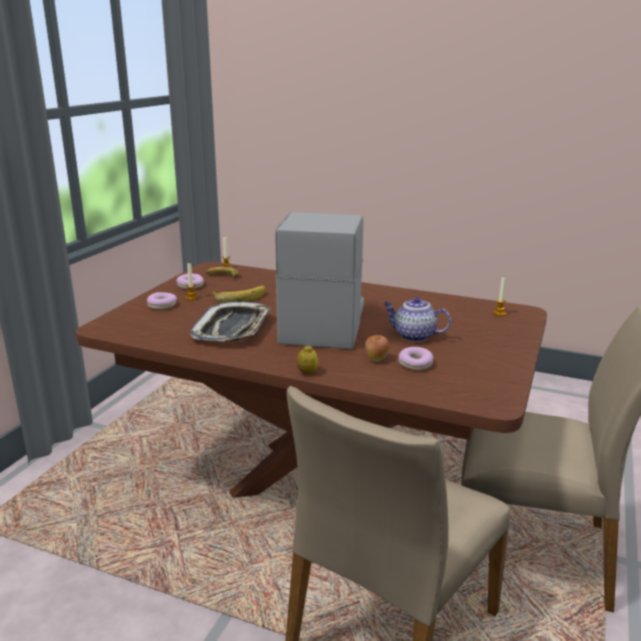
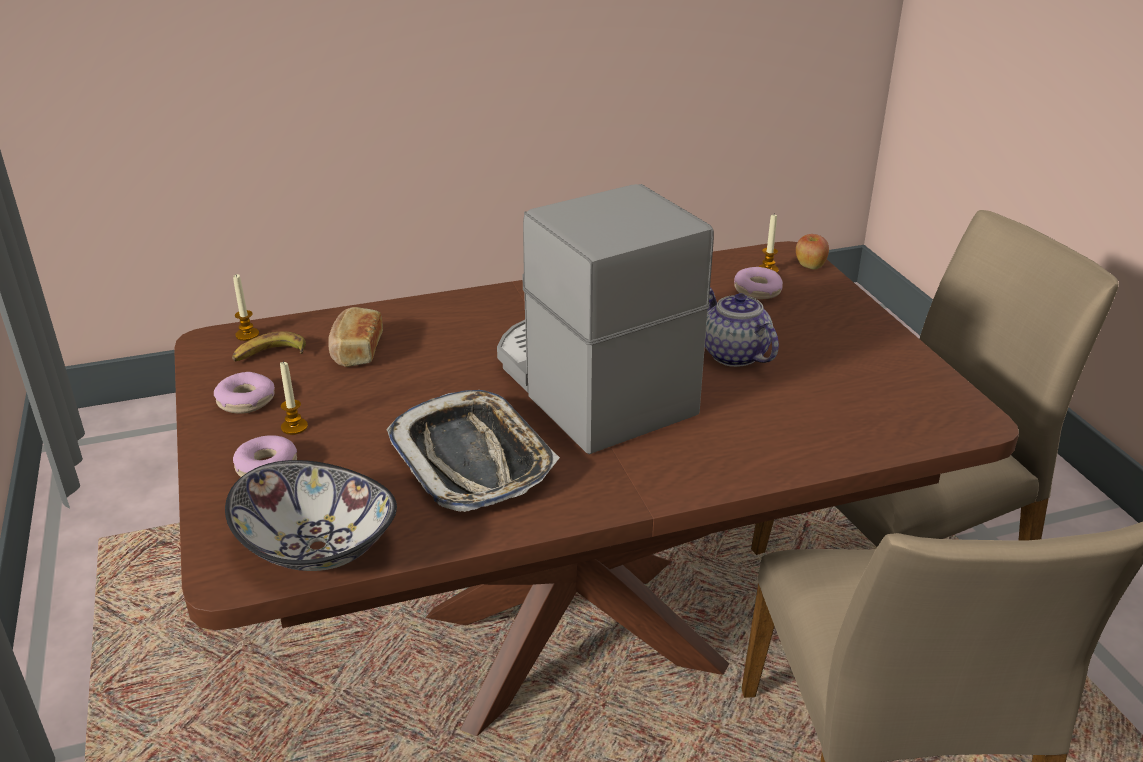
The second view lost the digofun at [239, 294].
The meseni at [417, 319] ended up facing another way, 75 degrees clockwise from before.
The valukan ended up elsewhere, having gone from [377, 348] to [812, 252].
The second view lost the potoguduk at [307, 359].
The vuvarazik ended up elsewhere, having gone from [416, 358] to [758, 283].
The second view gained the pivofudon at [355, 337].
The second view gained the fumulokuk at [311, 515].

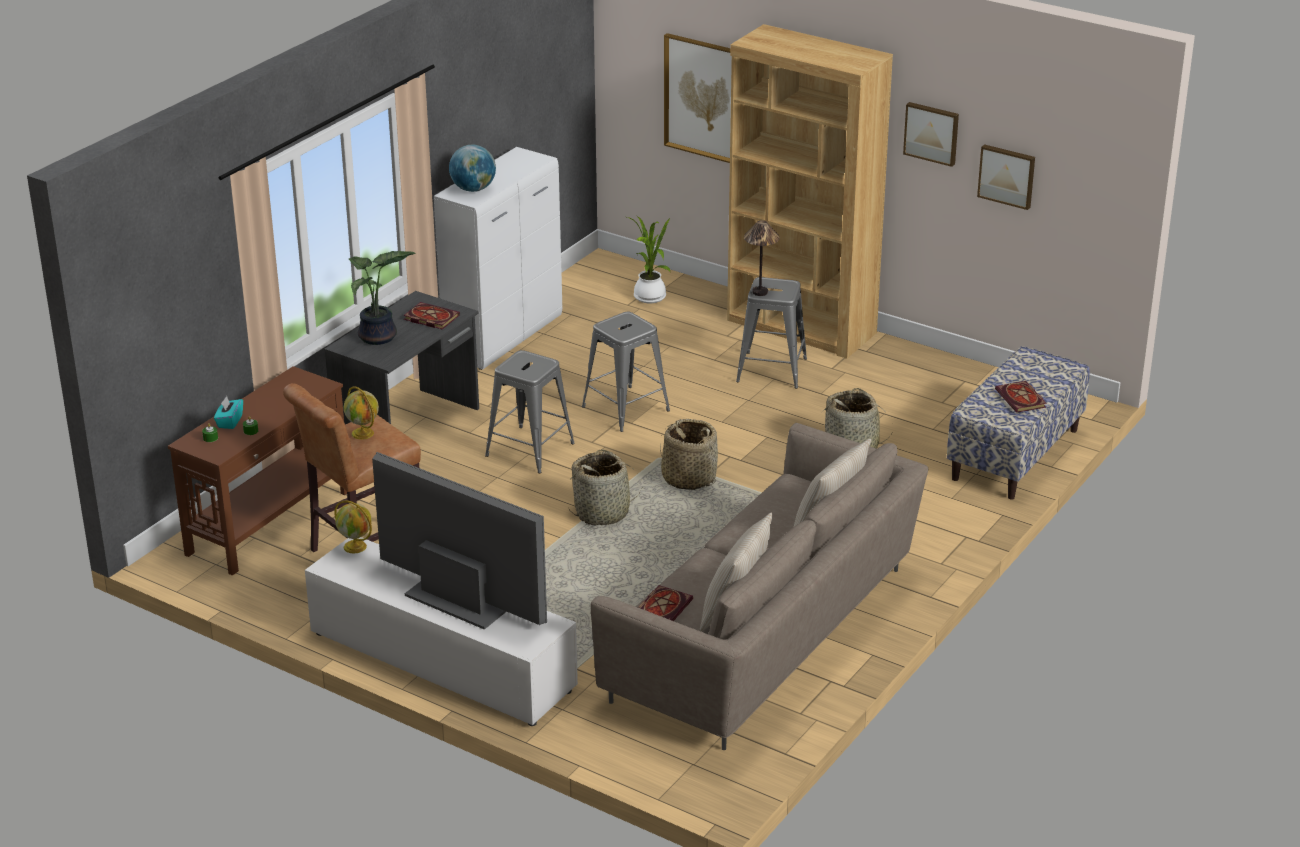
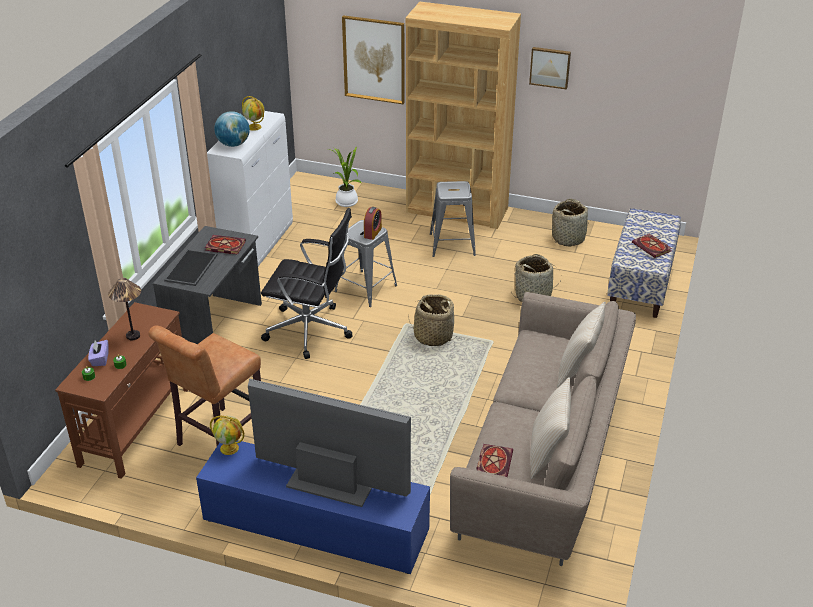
The second view lost the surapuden at [1006, 177].
The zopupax ended up elsewhere, having gone from [762, 258] to [124, 309].
Where the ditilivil stood at [382, 298], the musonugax came to stand at [191, 267].
Where the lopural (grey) stood at [530, 411], the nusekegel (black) came to stand at [306, 283].
The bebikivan ended up elsewhere, having gone from [361, 413] to [253, 113].
What was the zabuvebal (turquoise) at [228, 412] turned into the zabuvebal (purple) at [98, 353].
The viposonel ended up elsewhere, having gone from [604, 487] to [571, 223].
What was the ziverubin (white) at [441, 631] turned into the ziverubin (blue) at [313, 507].
The second view gained the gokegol at [373, 223].

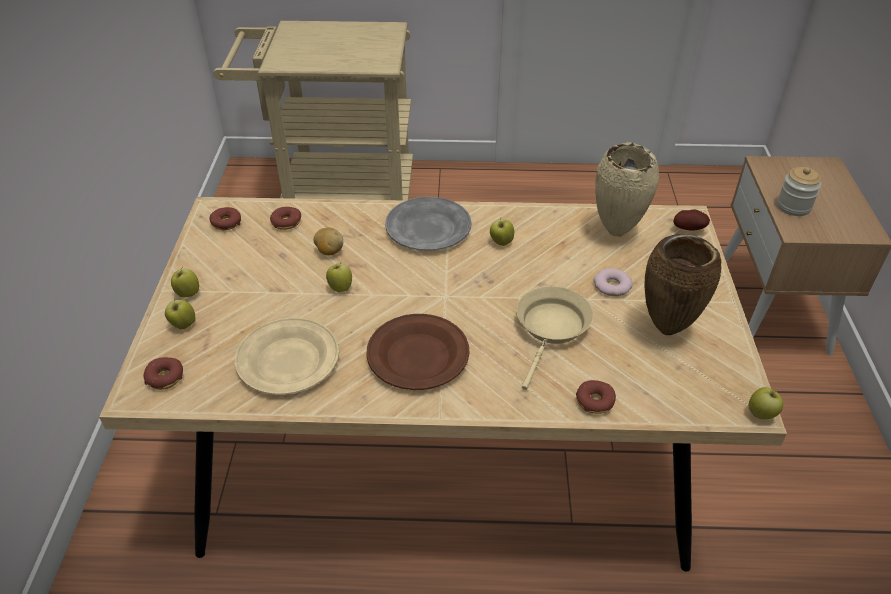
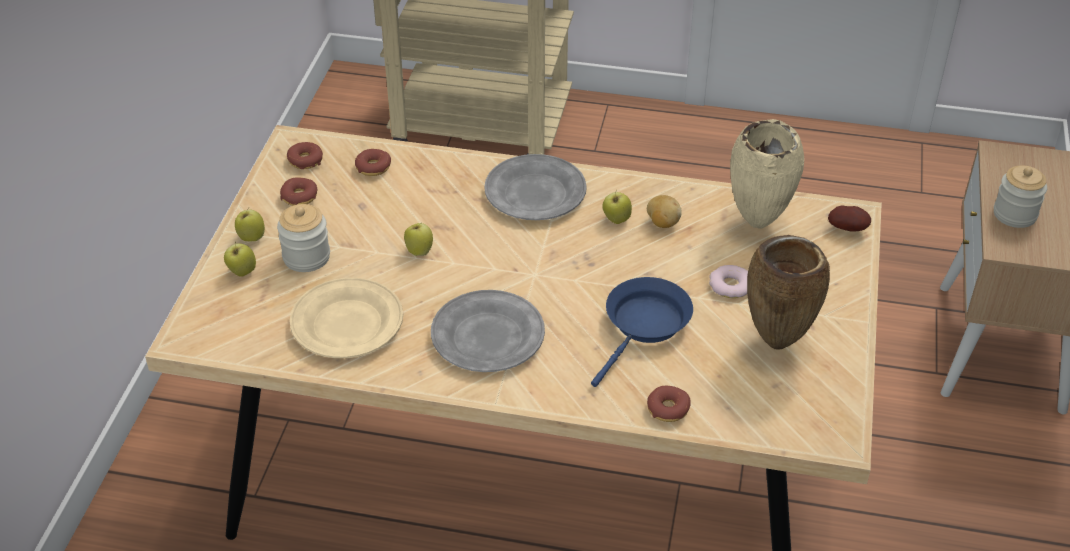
The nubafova ended up elsewhere, having gone from [328, 241] to [664, 211].
What was the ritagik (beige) at [555, 338] turned into the ritagik (blue) at [642, 332].
What was the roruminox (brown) at [417, 352] turned into the roruminox (grey) at [488, 331].
The vuvarazik ended up elsewhere, having gone from [163, 373] to [298, 191].
The second view lost the valukan at [766, 403].
The second view gained the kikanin at [303, 238].

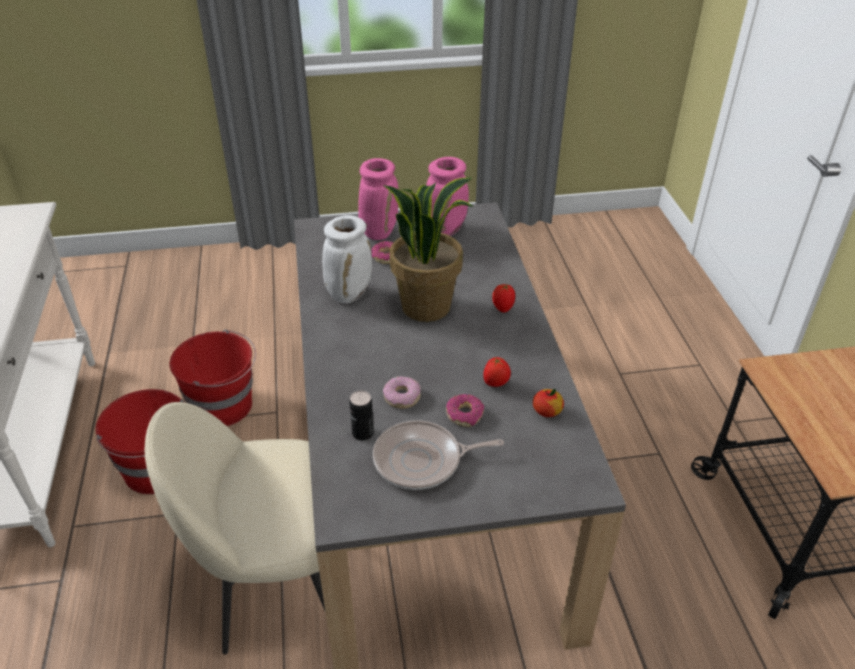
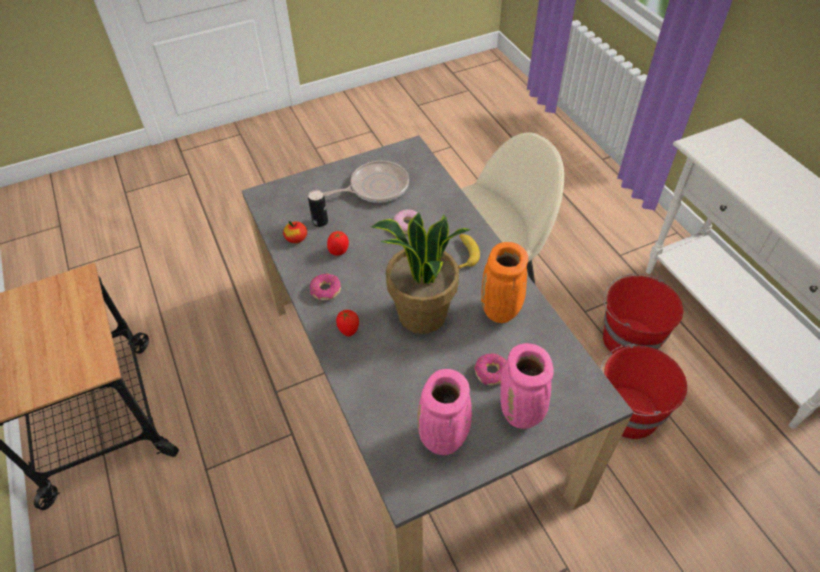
What was the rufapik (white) at [347, 259] turned into the rufapik (orange) at [504, 282].
The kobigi ended up elsewhere, having gone from [361, 416] to [318, 208].
The vuvarazik ended up elsewhere, having gone from [465, 410] to [325, 287].
The second view gained the digofun at [469, 251].

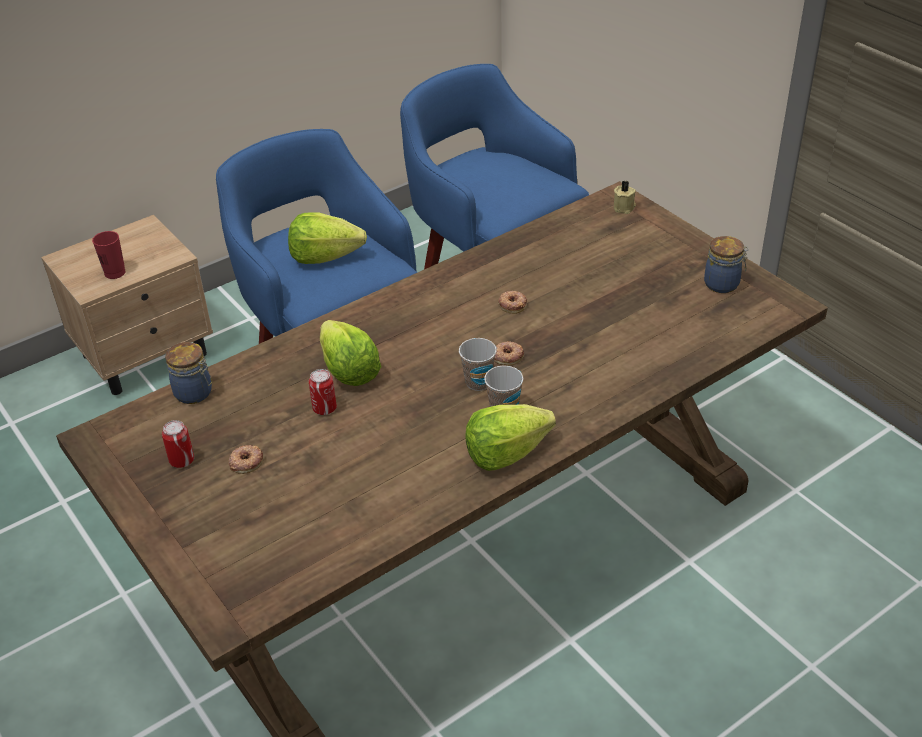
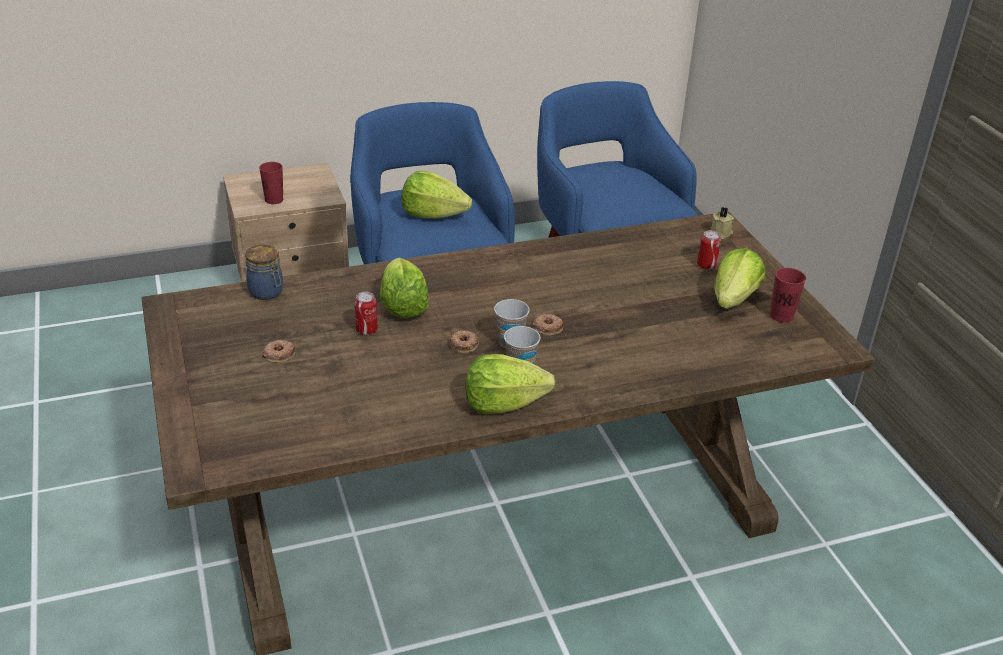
Where the kikanin stood at [726, 264], the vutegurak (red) came to stand at [788, 295].
The vuvarazik ended up elsewhere, having gone from [512, 302] to [464, 342].
The kobigi ended up elsewhere, having gone from [178, 444] to [709, 250].
The second view gained the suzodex at [739, 278].

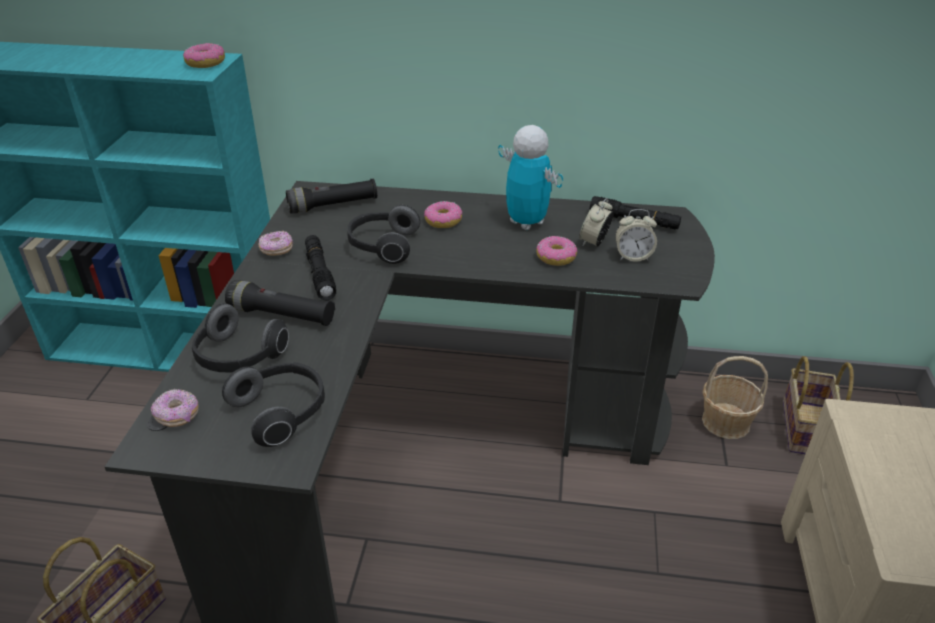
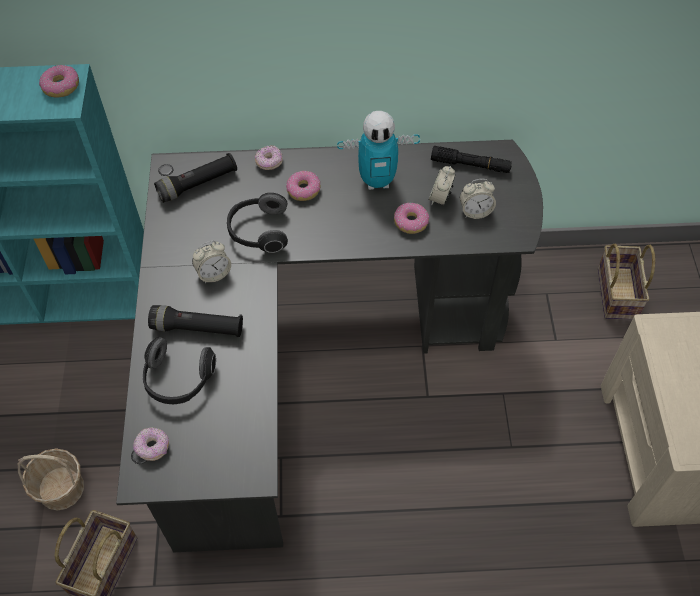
The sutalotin at [530, 177] ended up facing another way, 135 degrees clockwise from before.
The vuvarazik ended up elsewhere, having gone from [275, 243] to [269, 157].
Where the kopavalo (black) stood at [320, 267], the gokegol came to stand at [211, 262].
The viposonel ended up elsewhere, having gone from [735, 397] to [51, 479].
The second view lost the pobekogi at [273, 404].

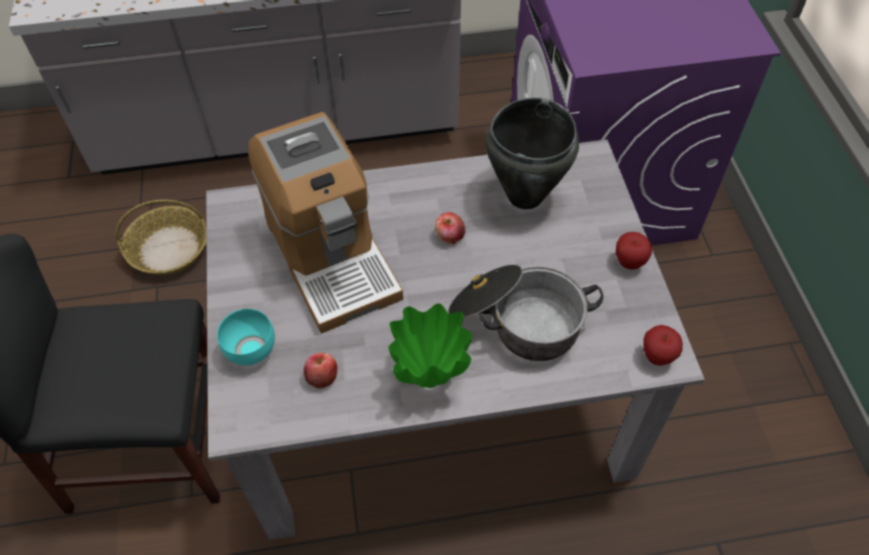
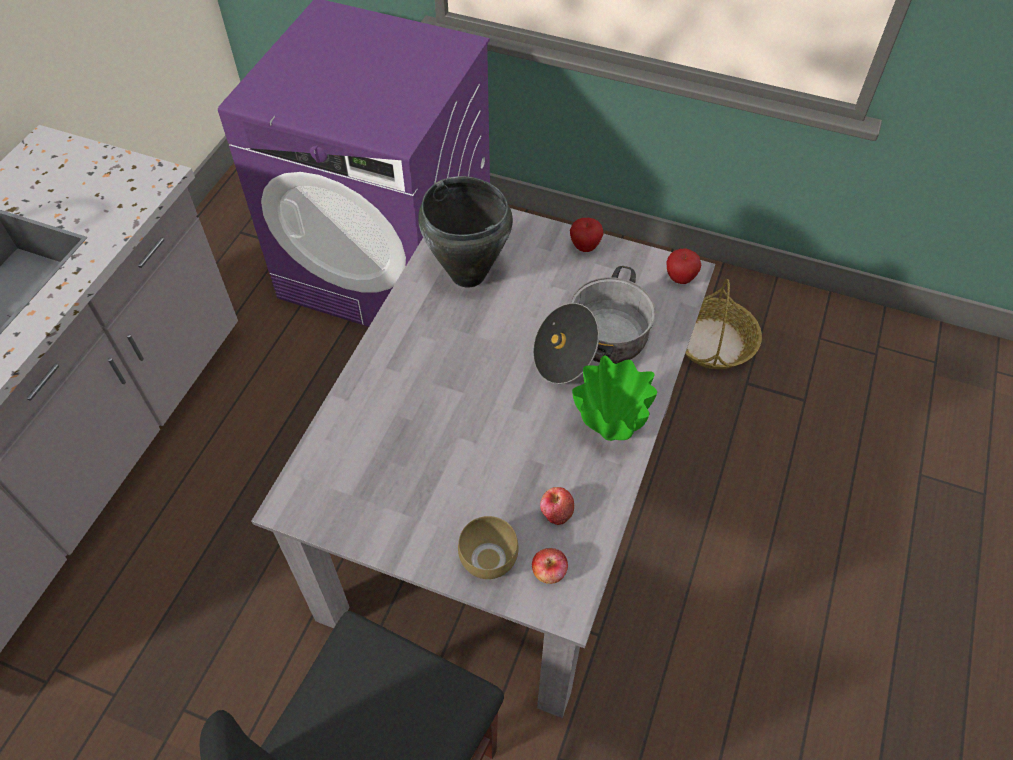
The second view lost the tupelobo at [325, 223].
The viposonel ended up elsewhere, having gone from [161, 237] to [723, 324].
The valukan ended up elsewhere, having gone from [450, 228] to [550, 566].
What was the fumulokuk (turquoise) at [246, 337] turned into the fumulokuk (brown) at [488, 547].

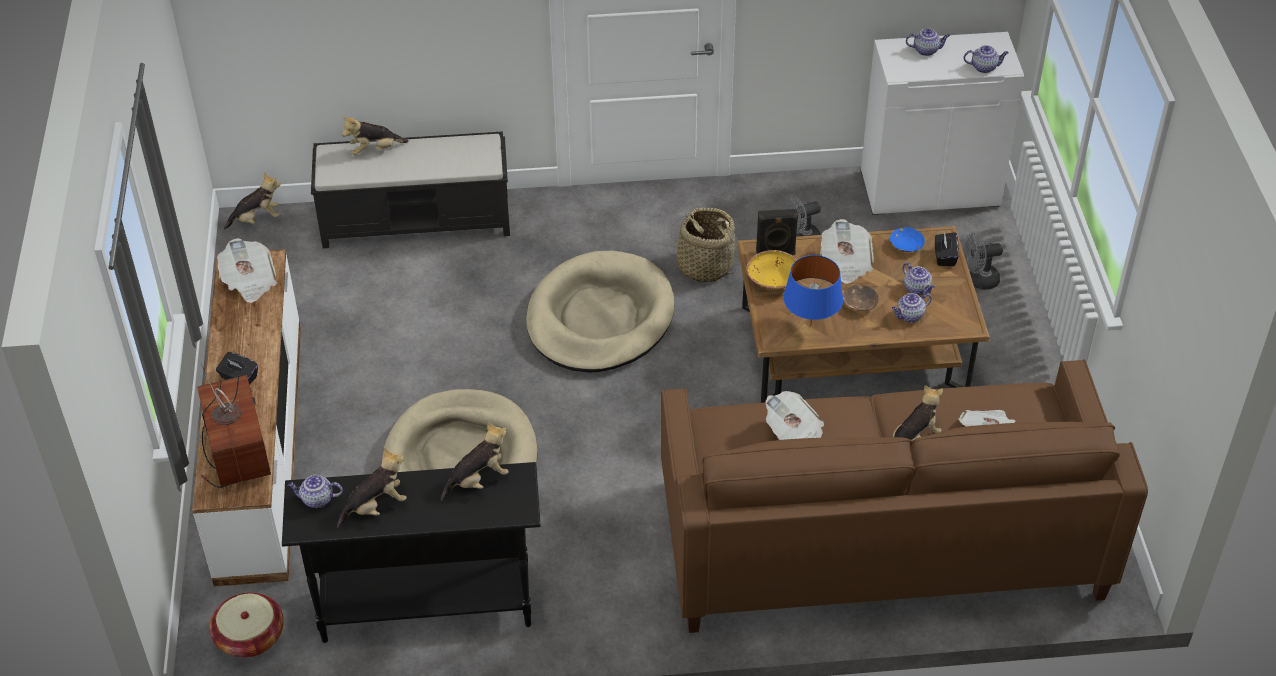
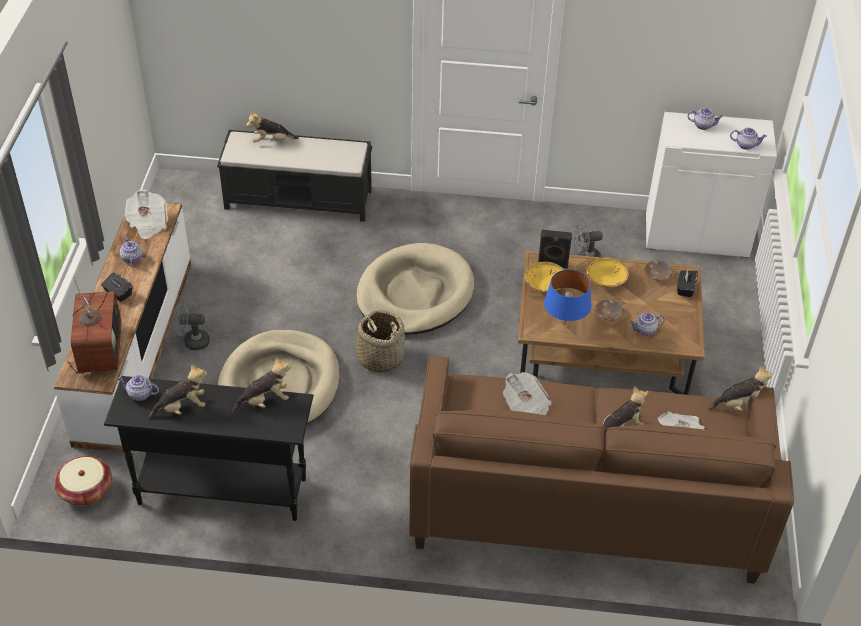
The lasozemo ended up elsewhere, having gone from [252, 201] to [740, 388].
The viposonel ended up elsewhere, having gone from [704, 244] to [380, 341].
Where the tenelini stood at [847, 251], the fumulokuk (yellow) came to stand at [607, 272].
What was the fumulokuk (blue) at [907, 239] turned into the fumulokuk (brown) at [658, 270].
The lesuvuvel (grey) ended up elsewhere, having gone from [983, 261] to [191, 326].
The meseni ended up elsewhere, having gone from [919, 278] to [131, 250].

